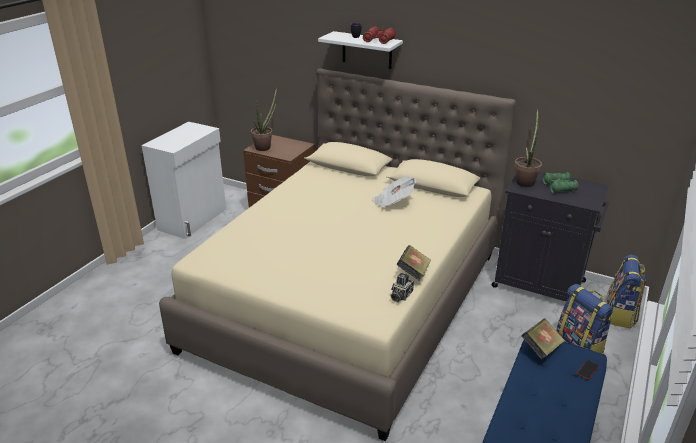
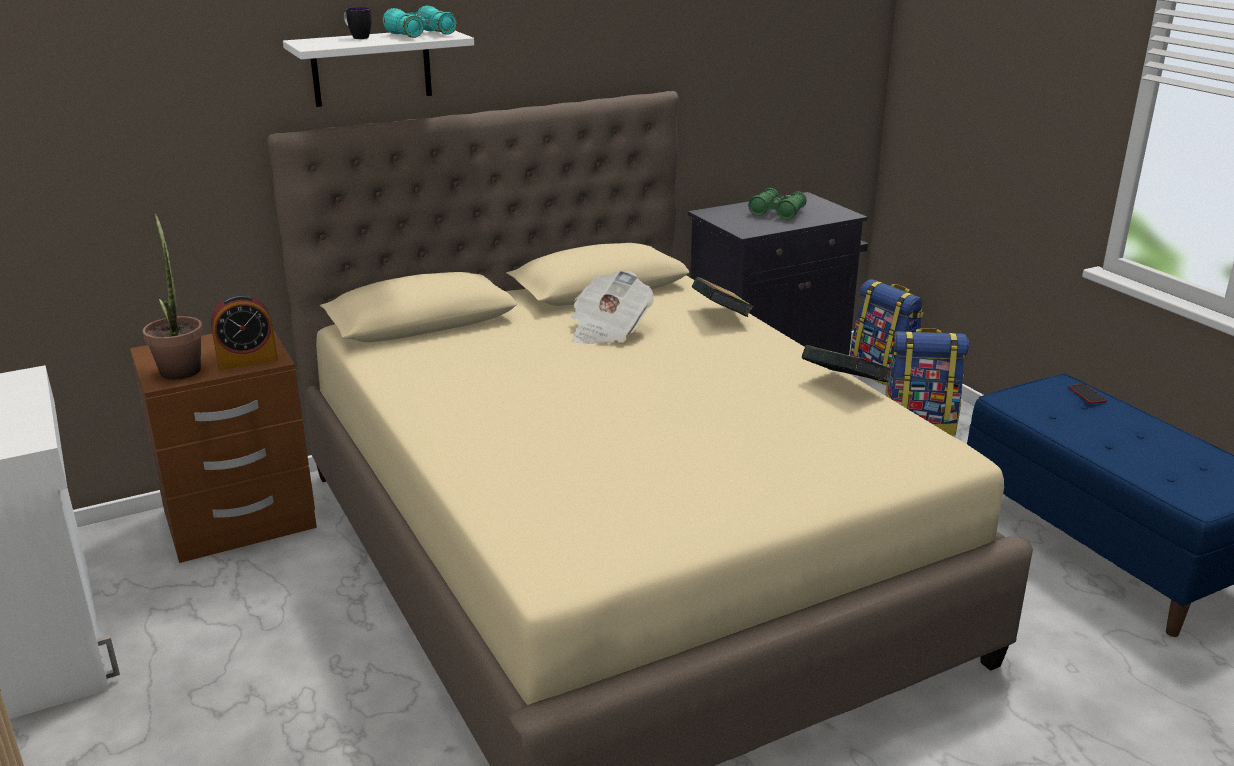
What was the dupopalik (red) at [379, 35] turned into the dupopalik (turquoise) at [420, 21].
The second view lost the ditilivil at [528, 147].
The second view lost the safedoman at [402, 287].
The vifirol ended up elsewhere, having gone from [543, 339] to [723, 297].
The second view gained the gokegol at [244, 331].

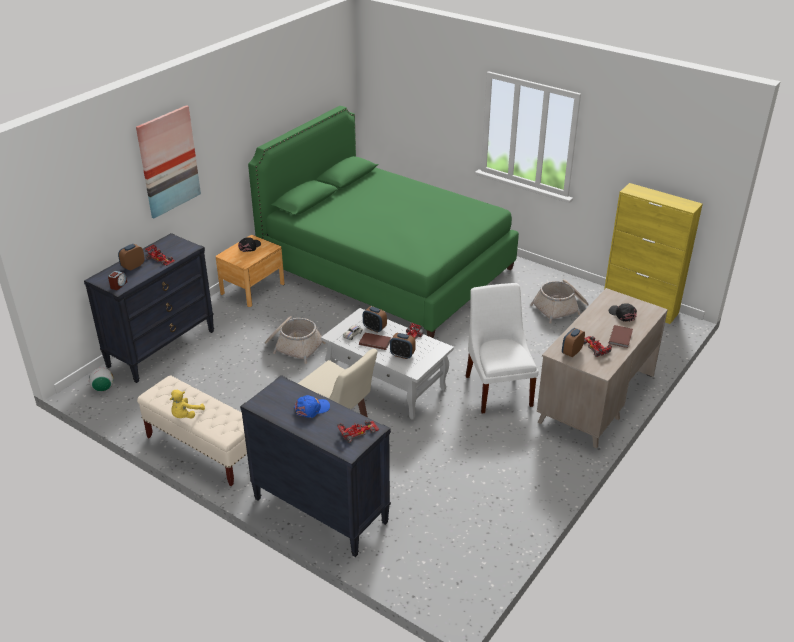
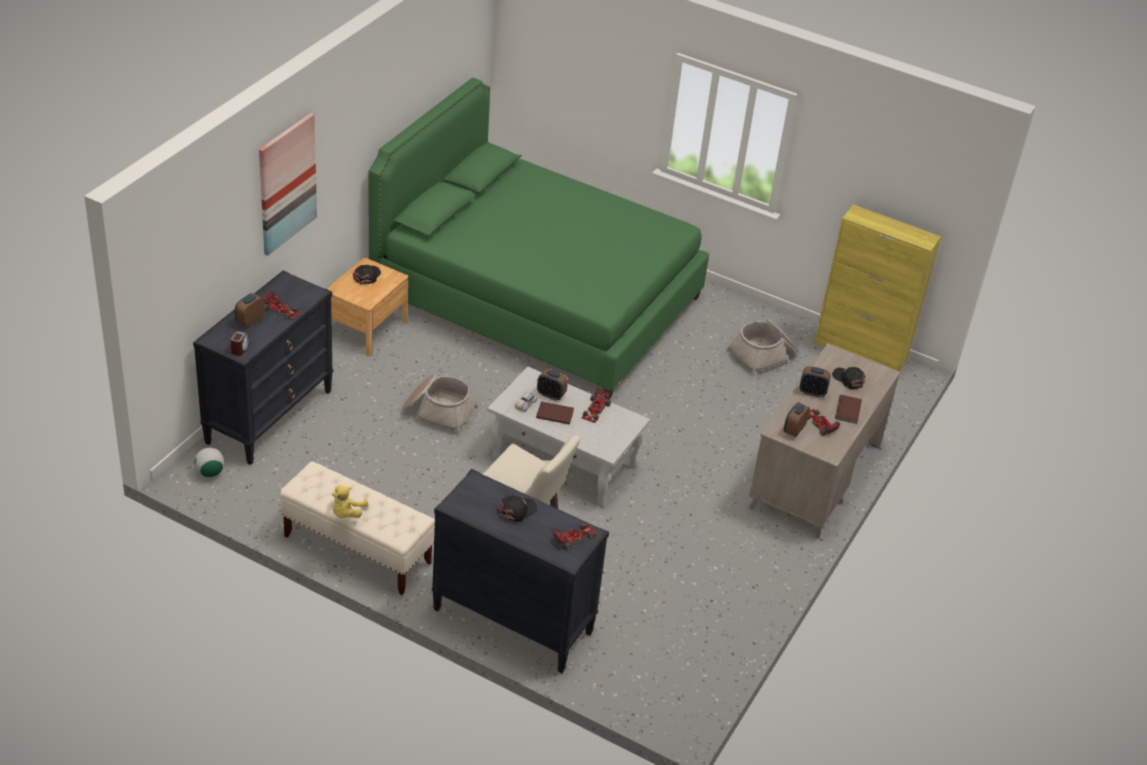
The second view lost the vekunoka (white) at [502, 348].
The gokegol ended up elsewhere, having gone from [403, 346] to [815, 381].
What was the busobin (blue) at [312, 406] turned into the busobin (black) at [517, 508].

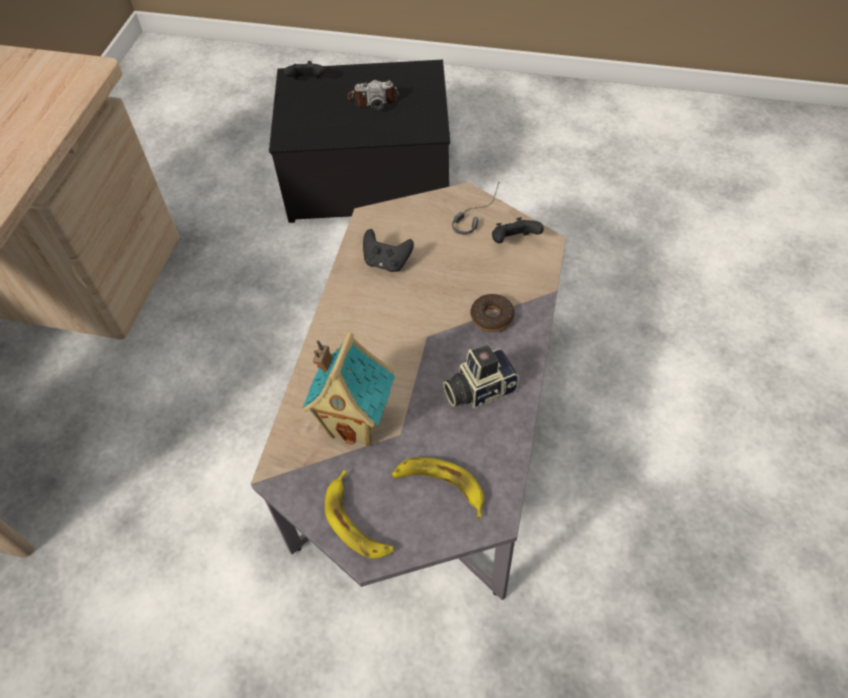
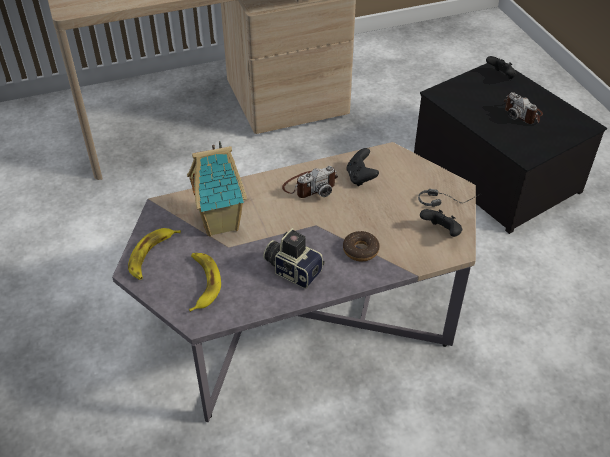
The second view gained the safedoman at [310, 182].

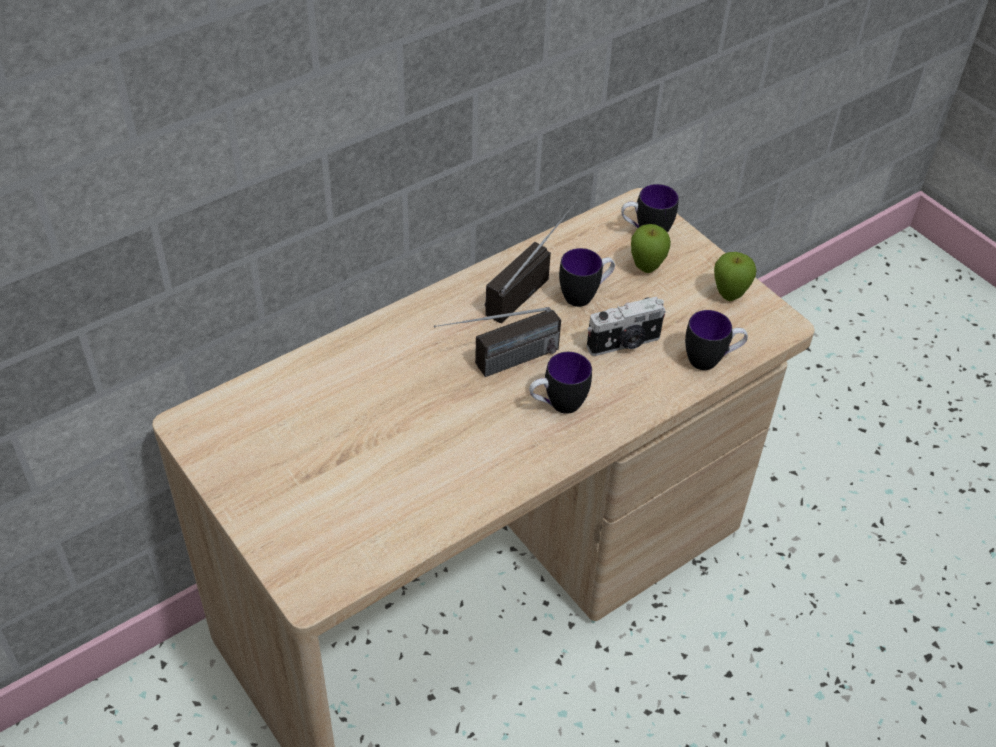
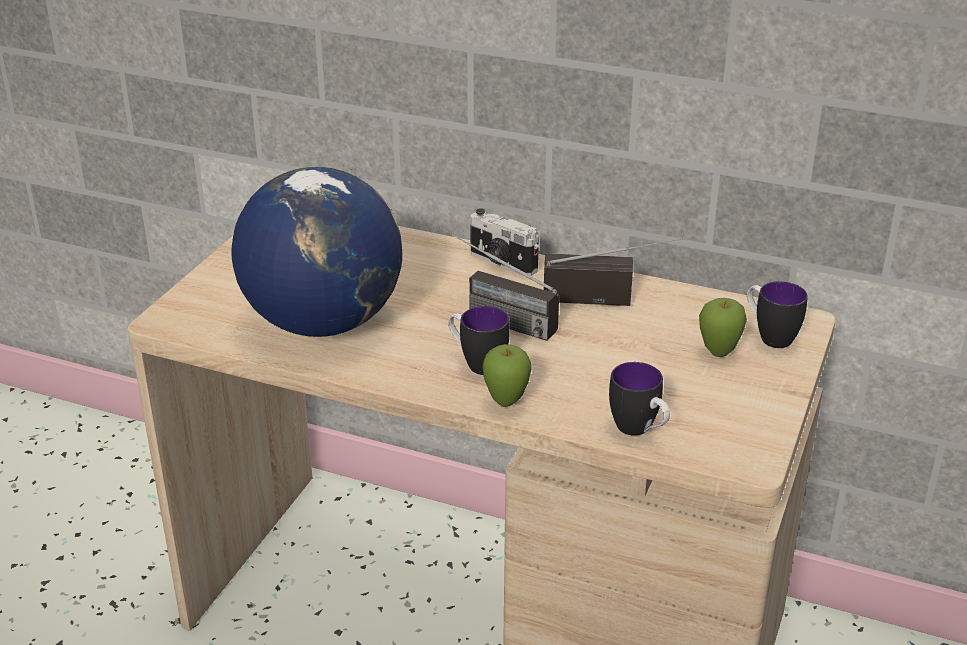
The second view lost the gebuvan at [587, 277].
The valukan ended up elsewhere, having gone from [735, 276] to [507, 375].
The safedoman ended up elsewhere, having gone from [626, 326] to [504, 242].
The second view gained the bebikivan at [316, 252].

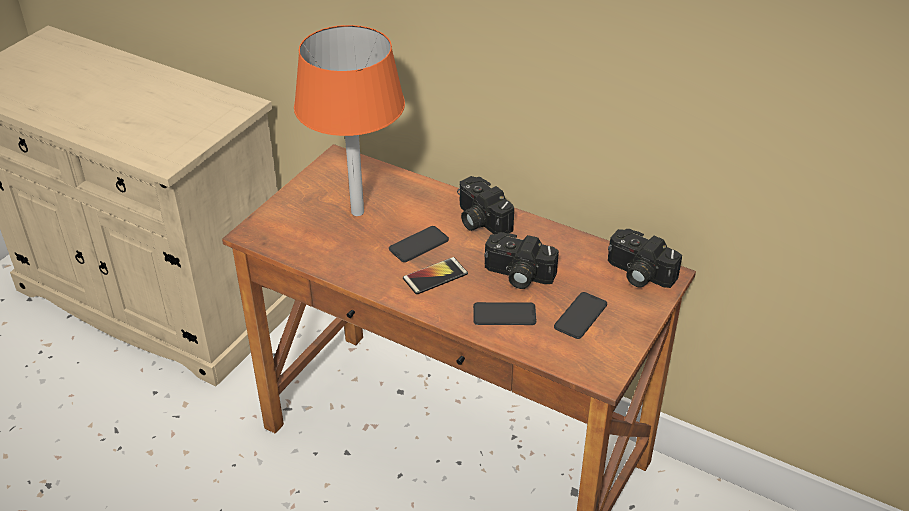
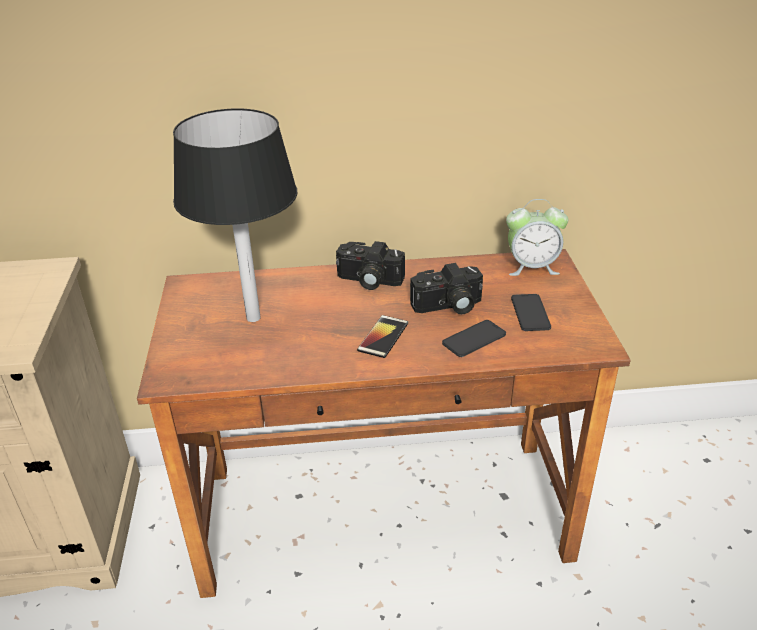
What was the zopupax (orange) at [349, 120] turned into the zopupax (black) at [235, 215].
The second view lost the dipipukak at [419, 244].
Where the safedoman stood at [645, 258], the gokegol came to stand at [537, 237].

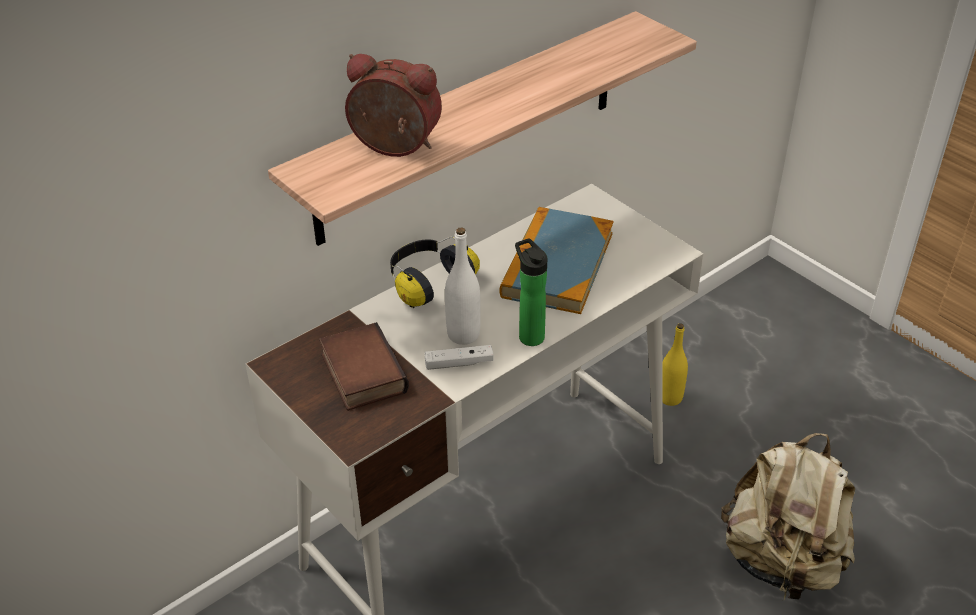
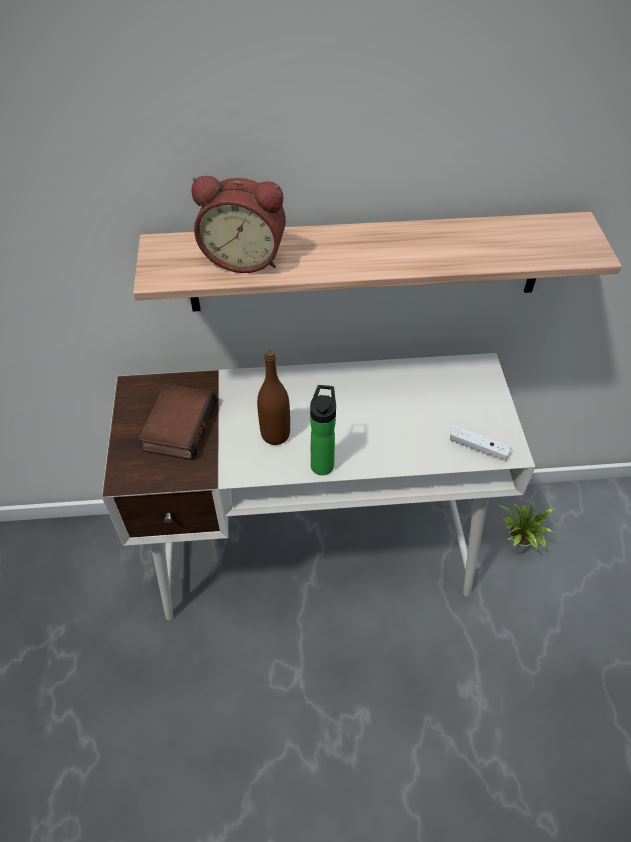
The gokegol at [393, 105] ended up facing another way, 135 degrees clockwise from before.
The second view lost the vifirol at [556, 260].
What was the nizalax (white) at [463, 286] turned into the nizalax (brown) at [273, 397].
The second view lost the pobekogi at [435, 272].
Where the nizalax (yellow) stood at [675, 364], the ditilivil came to stand at [527, 527].
The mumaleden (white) ended up elsewhere, having gone from [459, 357] to [480, 442].
The second view lost the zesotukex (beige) at [788, 517].

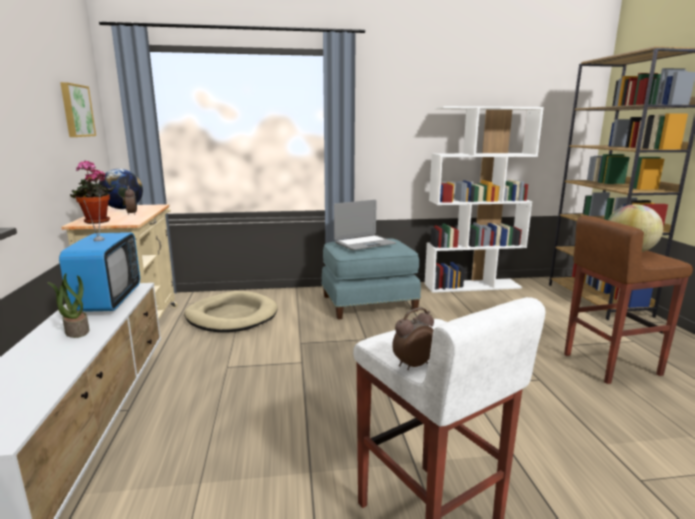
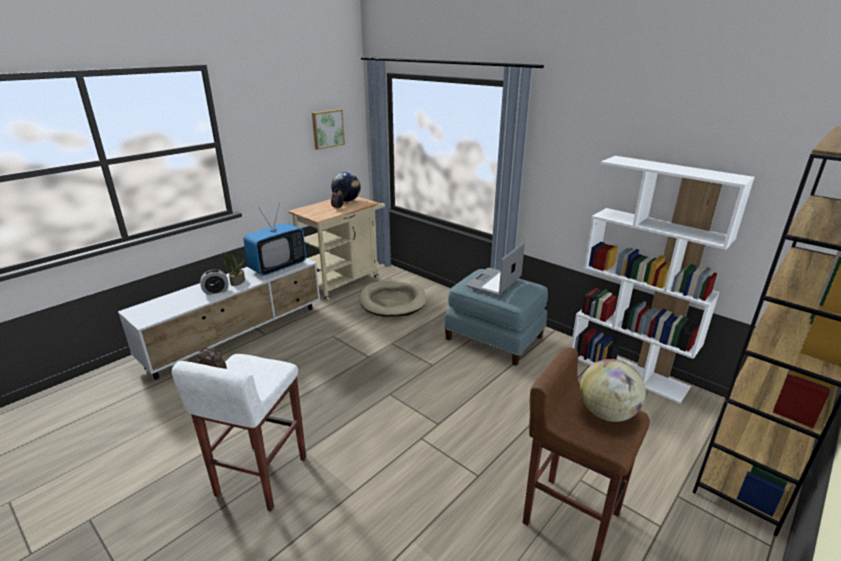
The second view lost the ditilivil at [92, 192].
The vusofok at [365, 225] ended up facing another way, 105 degrees clockwise from before.
The second view gained the gokegol at [214, 282].

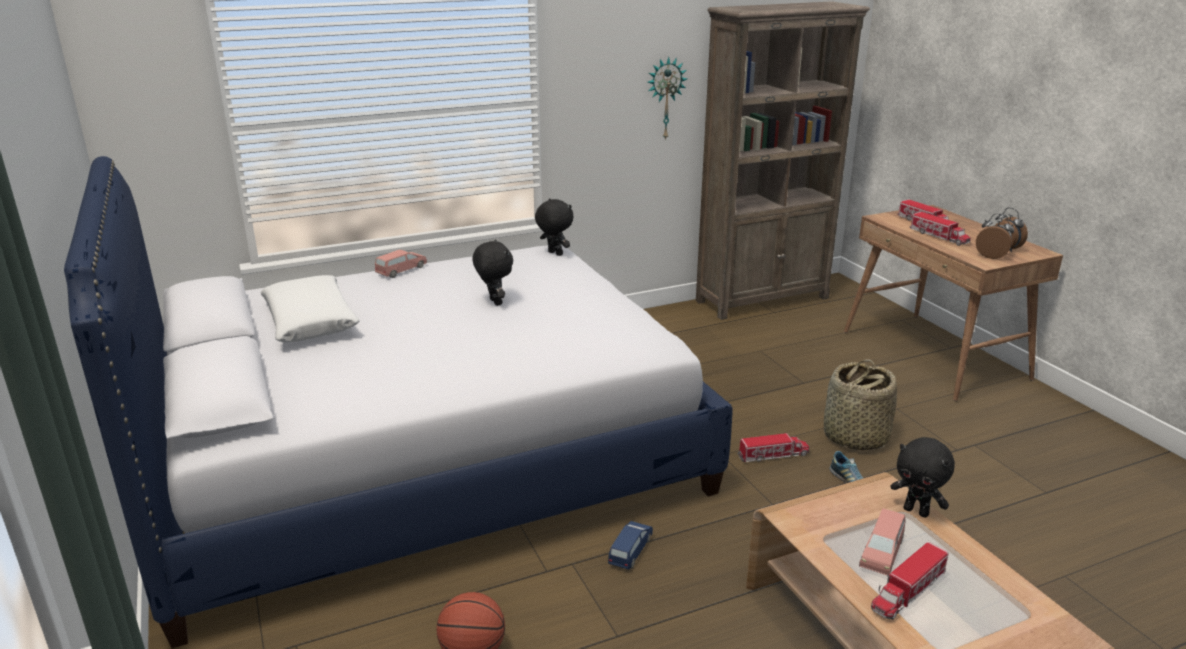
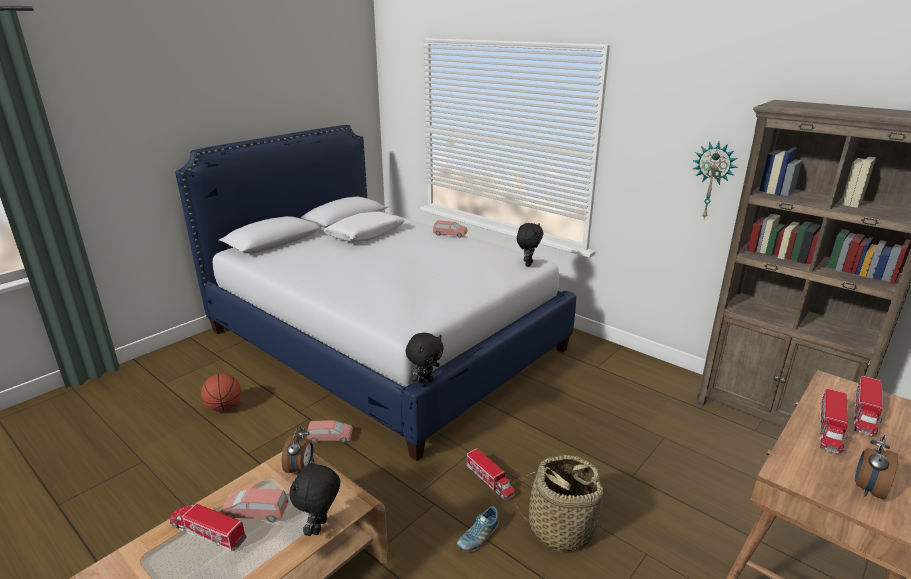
The gokegol ended up elsewhere, having gone from [995, 236] to [297, 450].
The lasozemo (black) ended up elsewhere, having gone from [492, 272] to [425, 359].
What was the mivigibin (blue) at [630, 545] turned into the mivigibin (pink) at [330, 431].

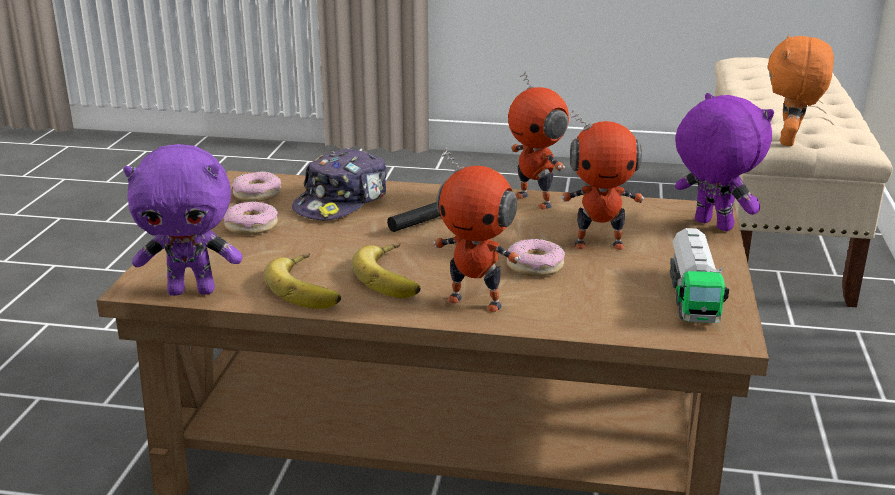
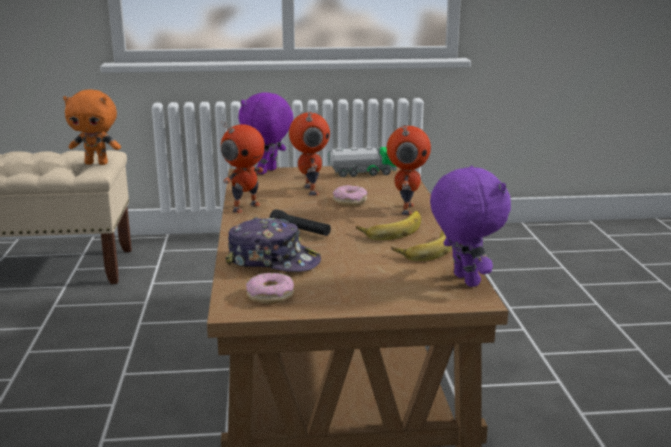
The second view lost the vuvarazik at [251, 218].

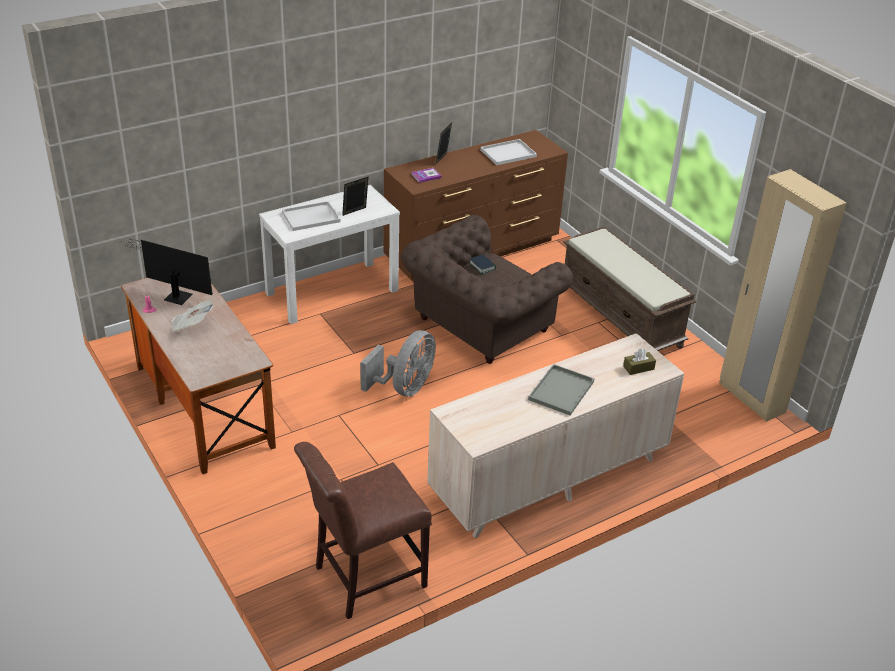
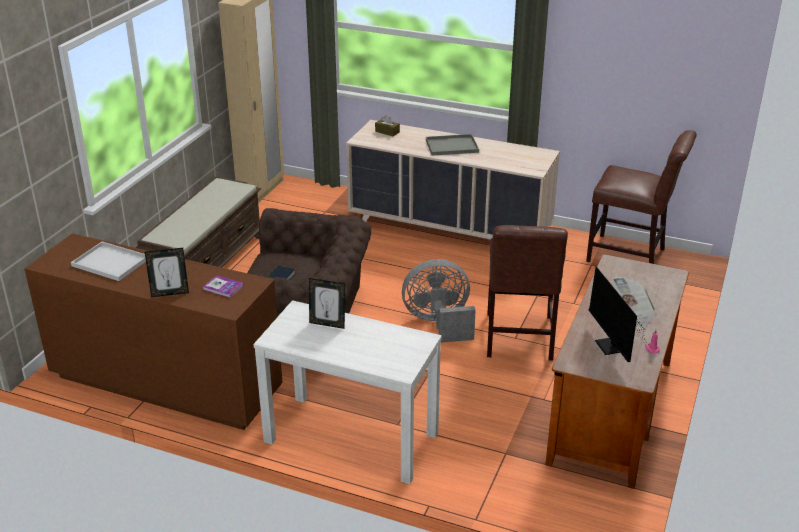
The second view lost the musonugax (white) at [311, 216].
The second view gained the vekunoka (brown) at [527, 293].

